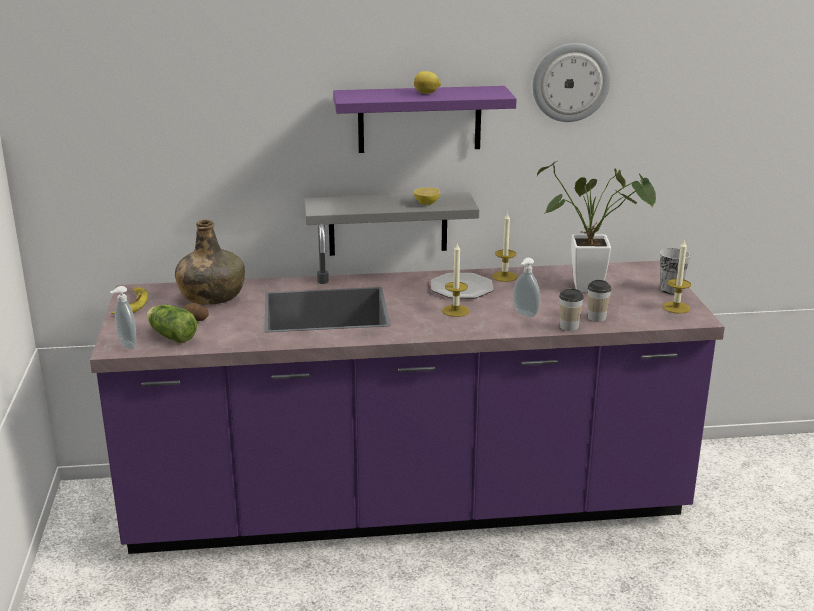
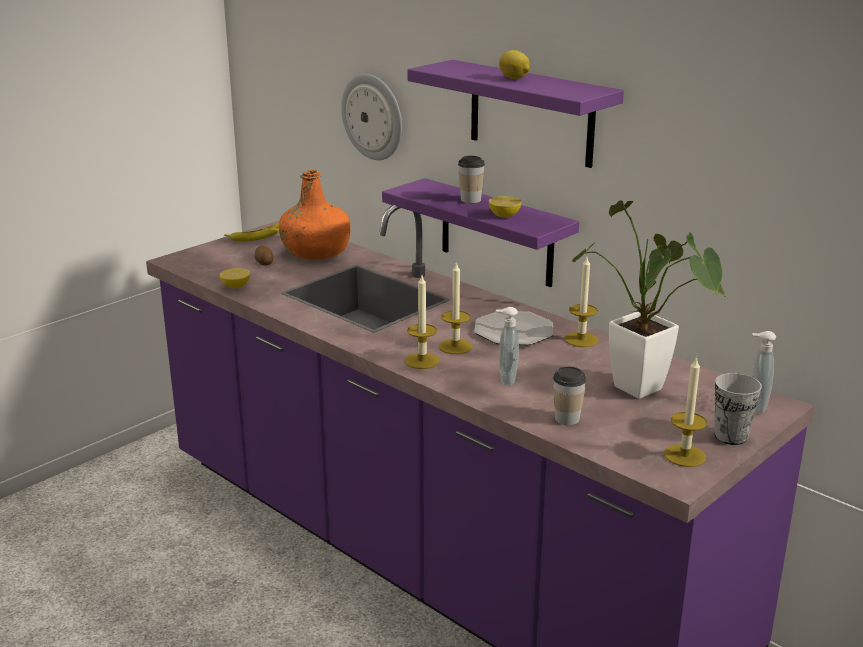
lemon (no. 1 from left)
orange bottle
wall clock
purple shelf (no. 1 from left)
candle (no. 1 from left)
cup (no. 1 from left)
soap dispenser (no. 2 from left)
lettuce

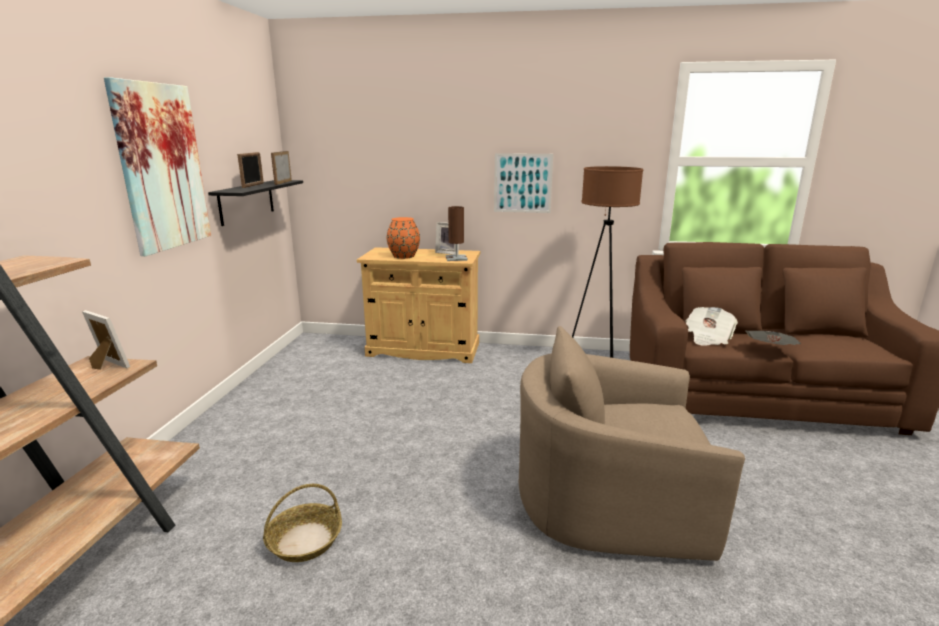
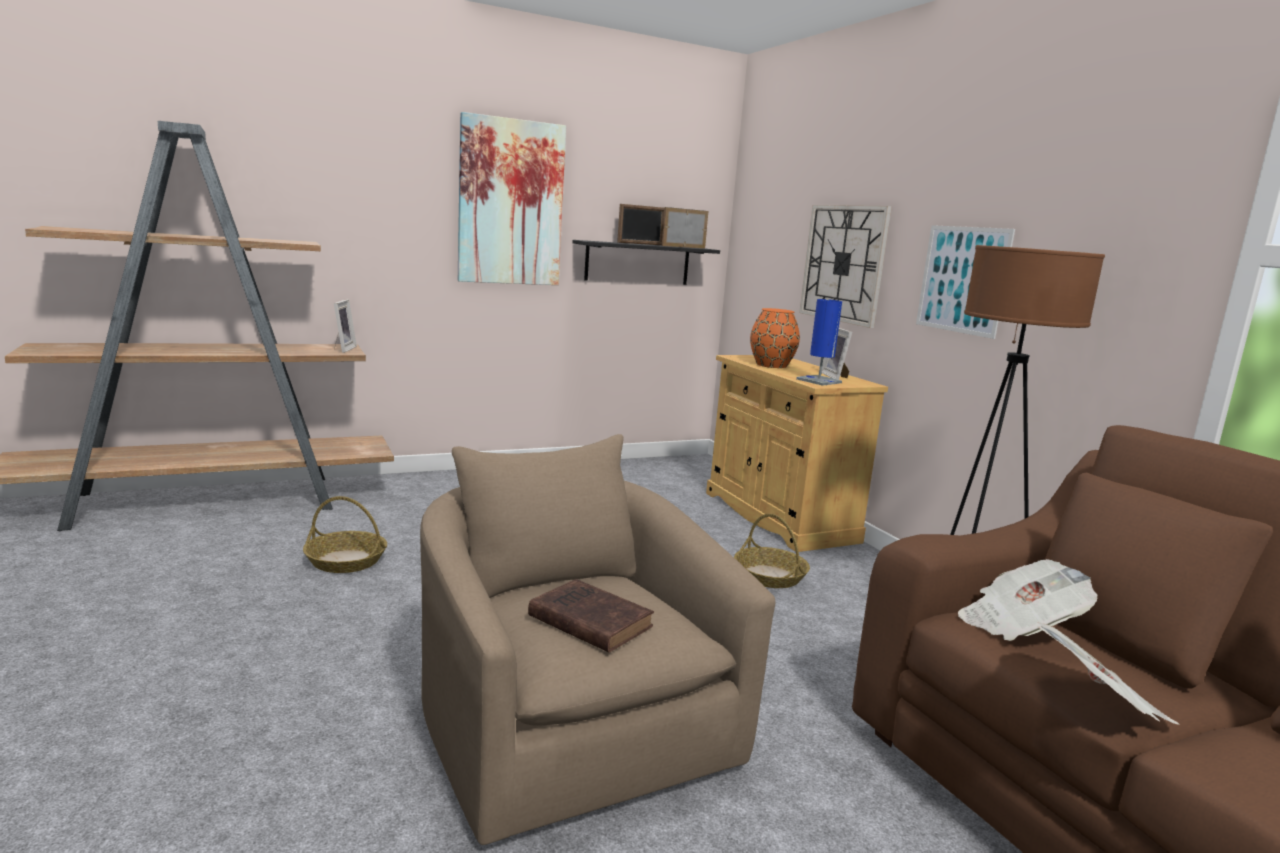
brown book
basket (no. 2 from left)
blue table lamp
wall clock

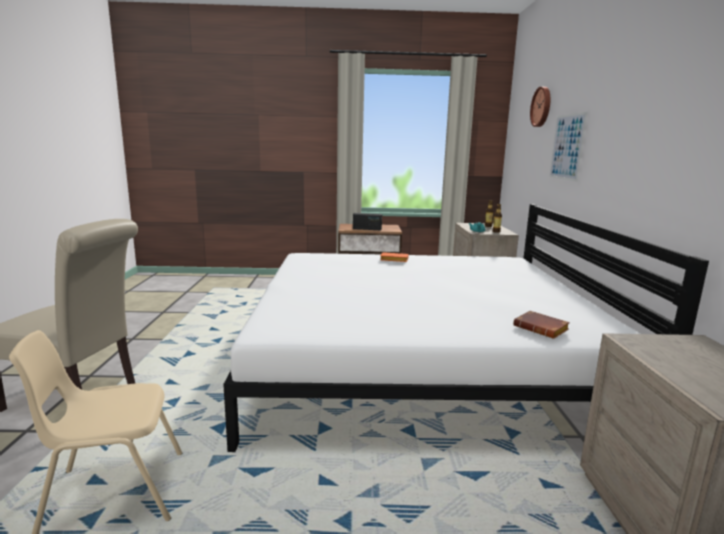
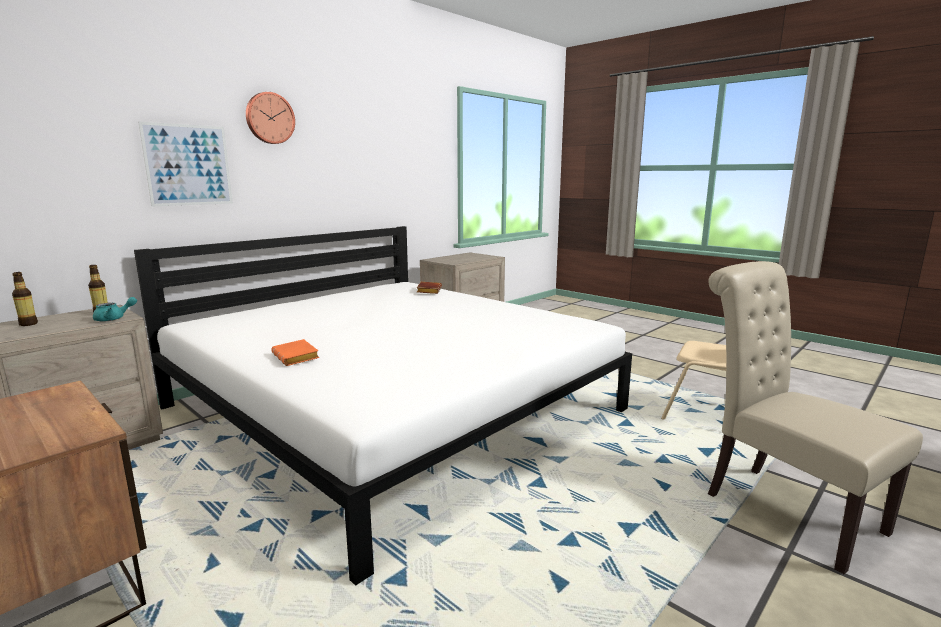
wall clock
radio

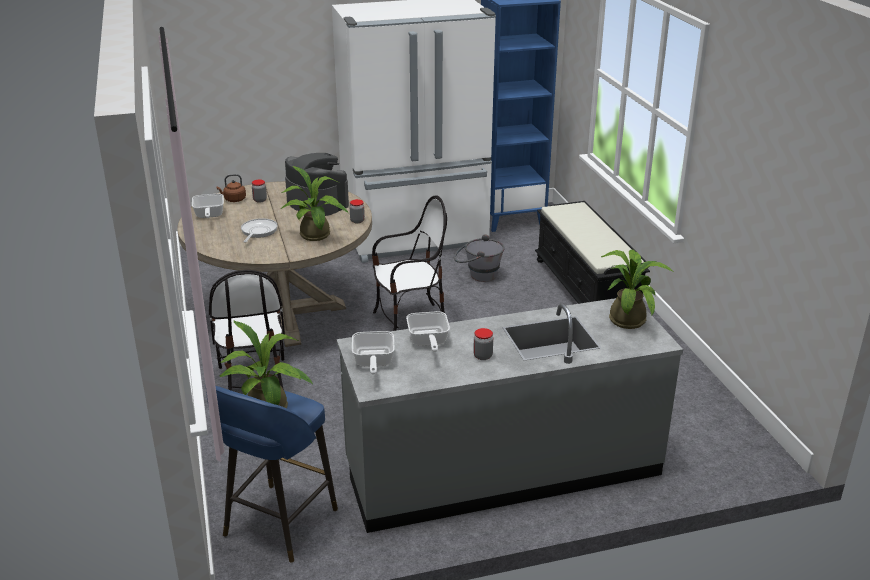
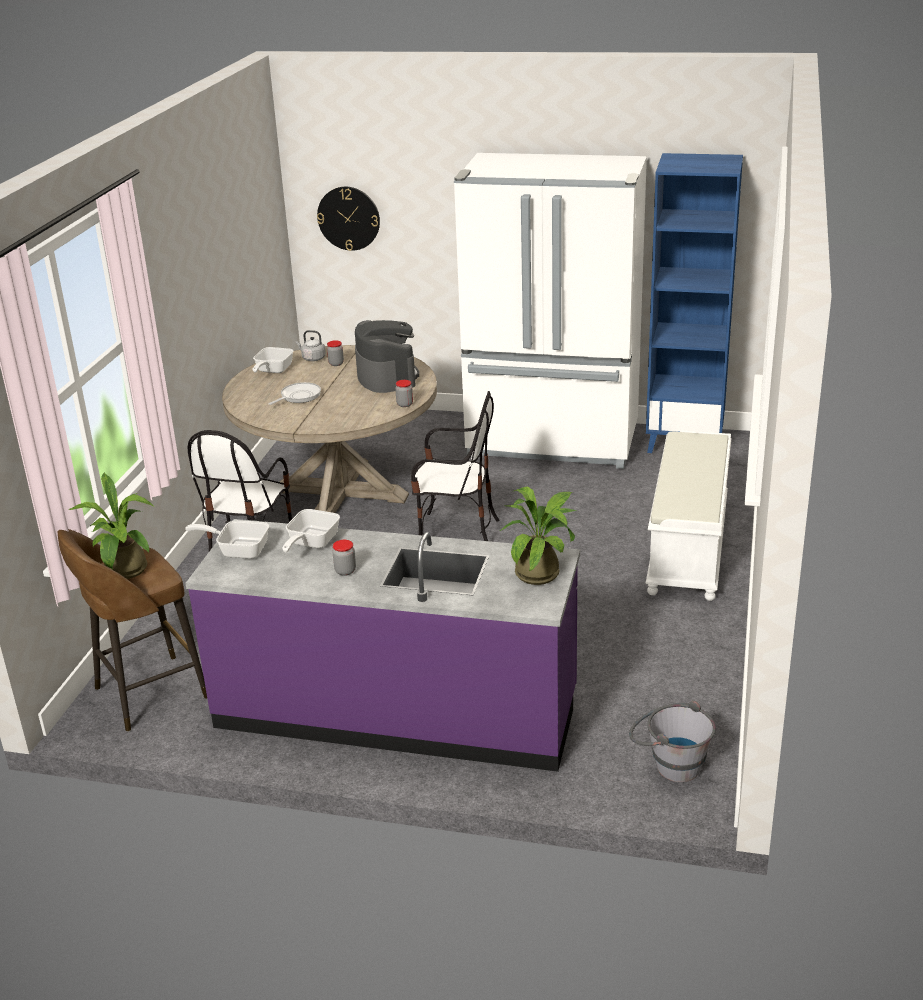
brown stool
frying pan (no. 1 from left)
purple counter
grey kettle
wall clock
grey bucket
white bench
potted plant (no. 2 from left in the first image)

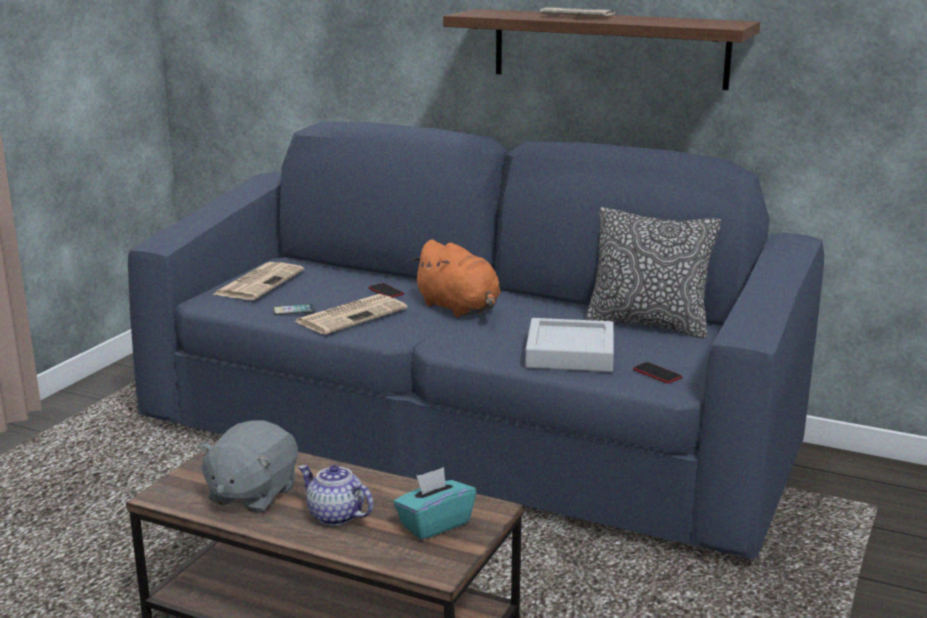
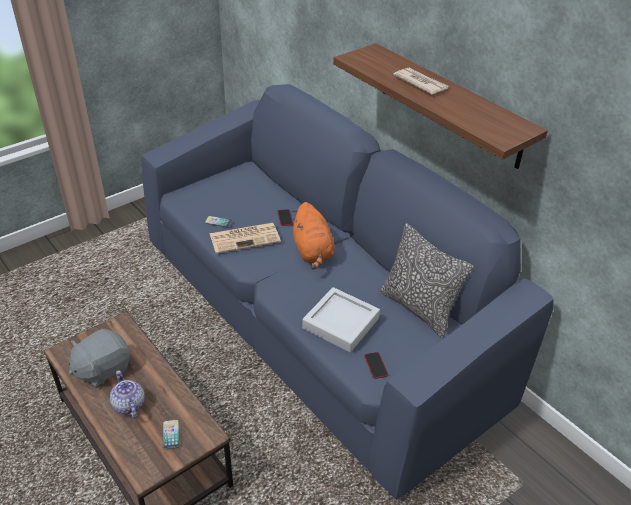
phone (no. 1 from left)
newspaper (no. 1 from left in the first image)

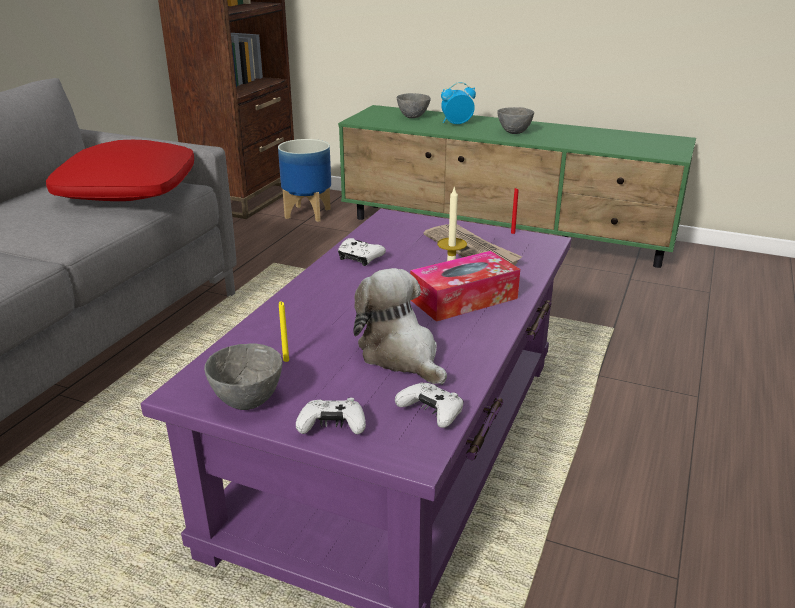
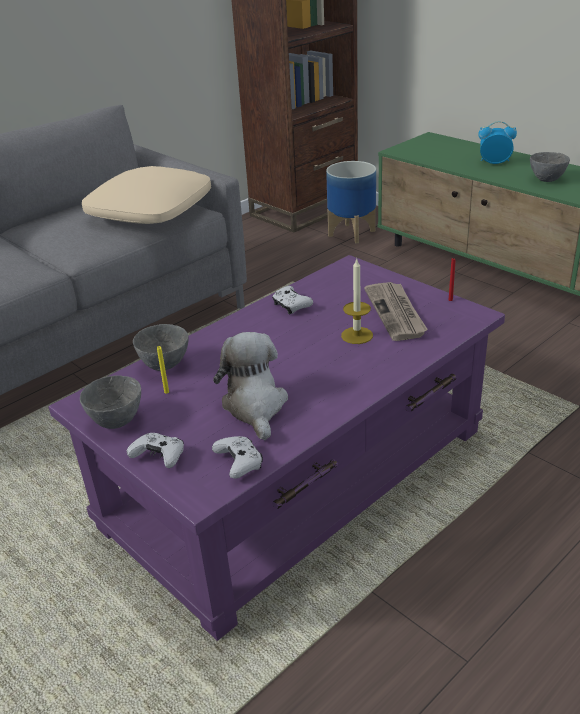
beige pillow
grey bowl (no. 2 from left)
tissue box

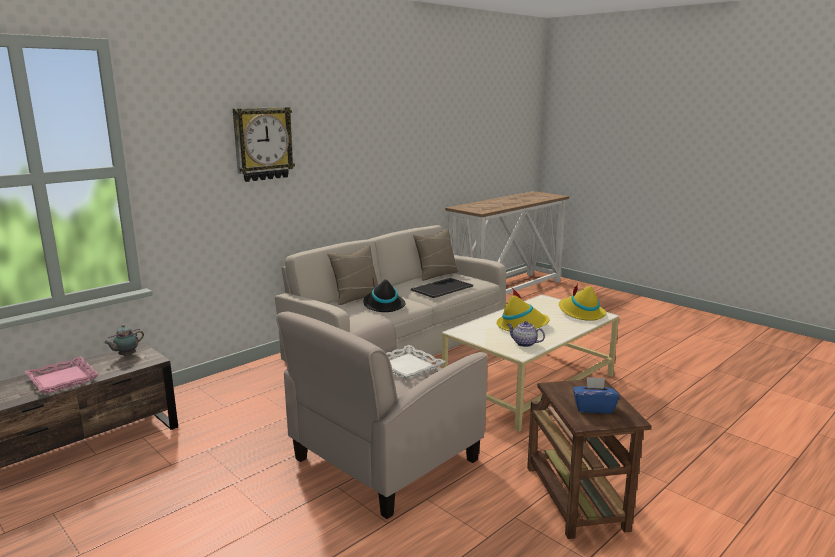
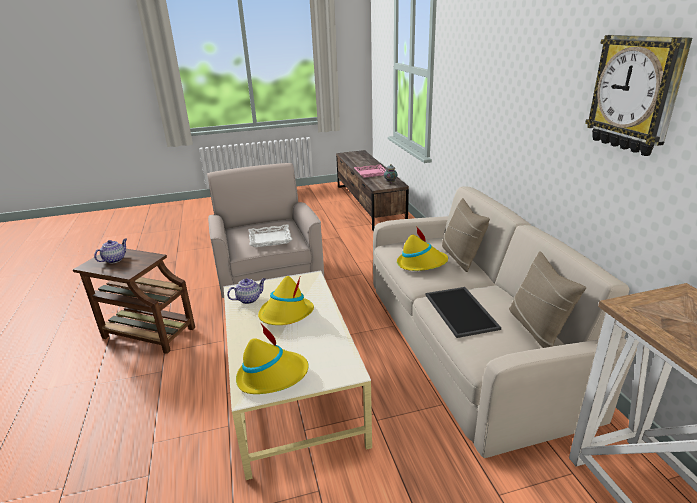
teapot (no. 1 from left)
yellow hat (no. 3 from left)
wall clock

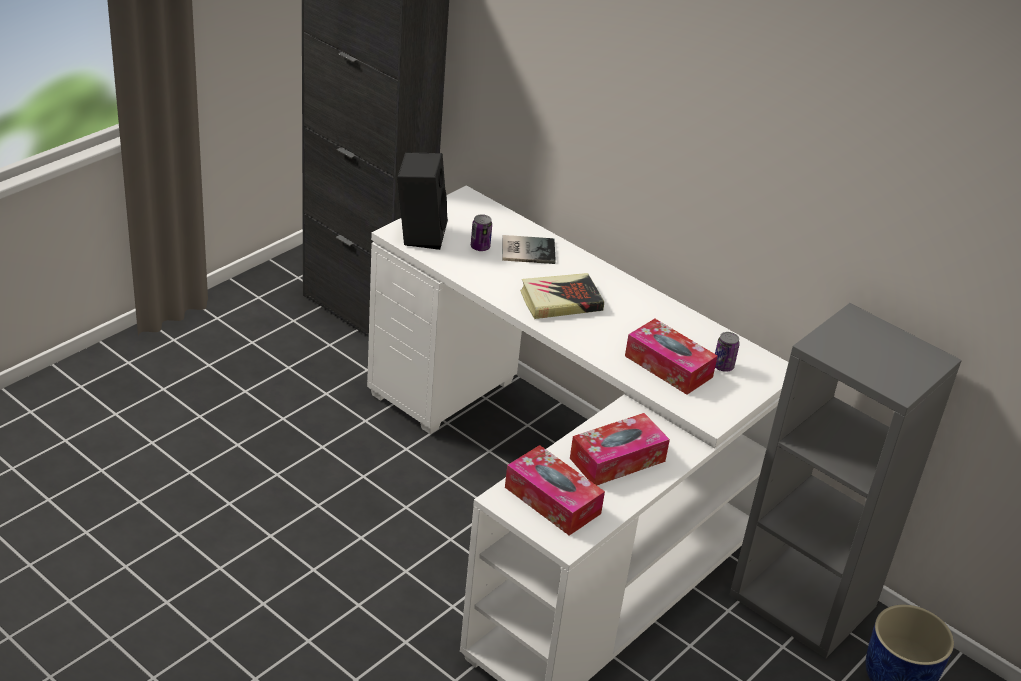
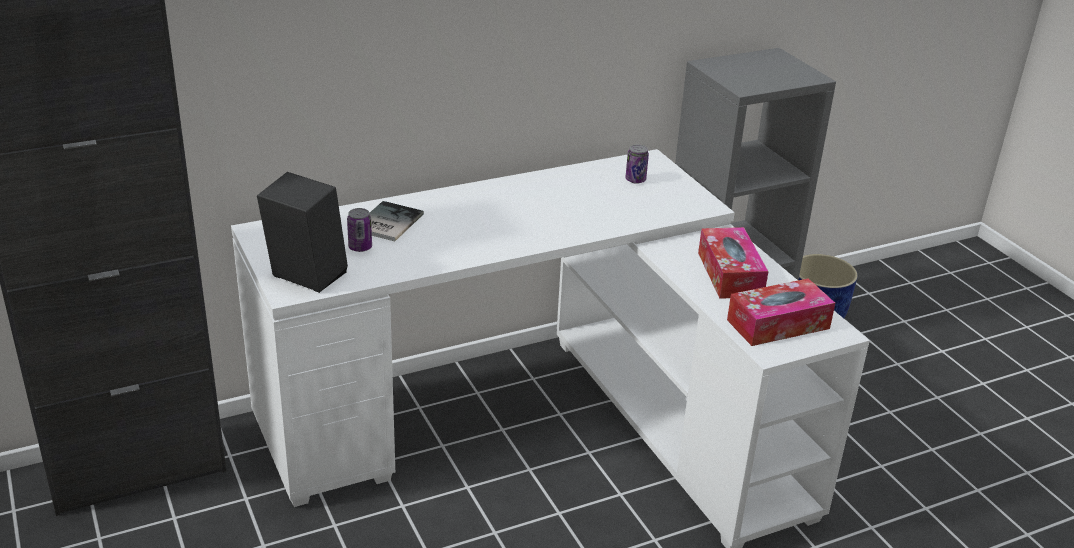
book (no. 2 from left in the first image)
tissue box (no. 3 from left in the first image)

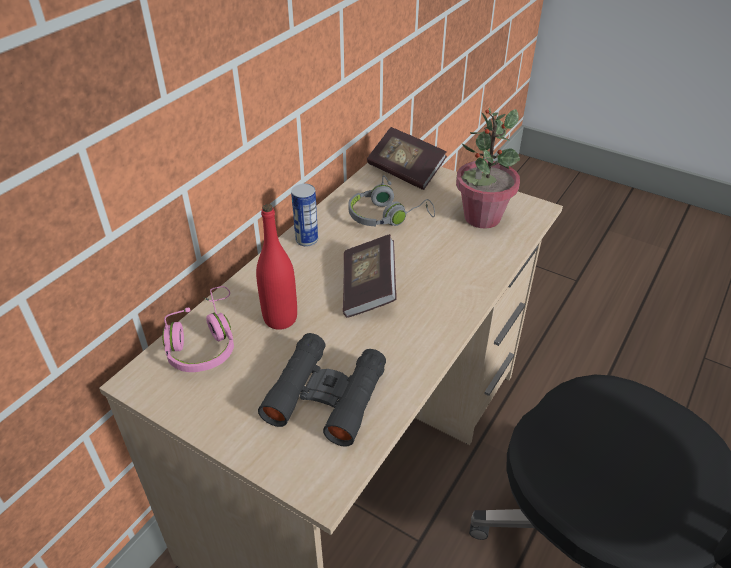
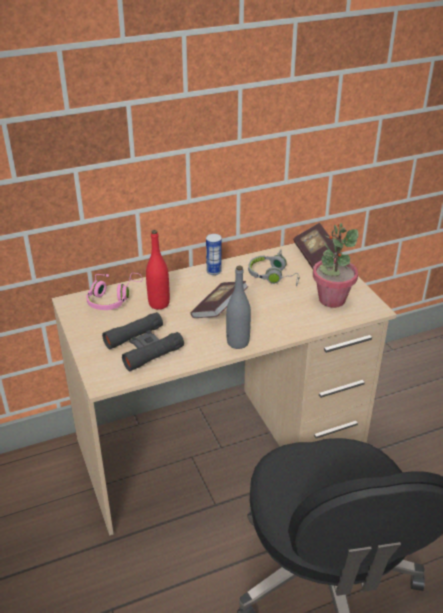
grey bottle

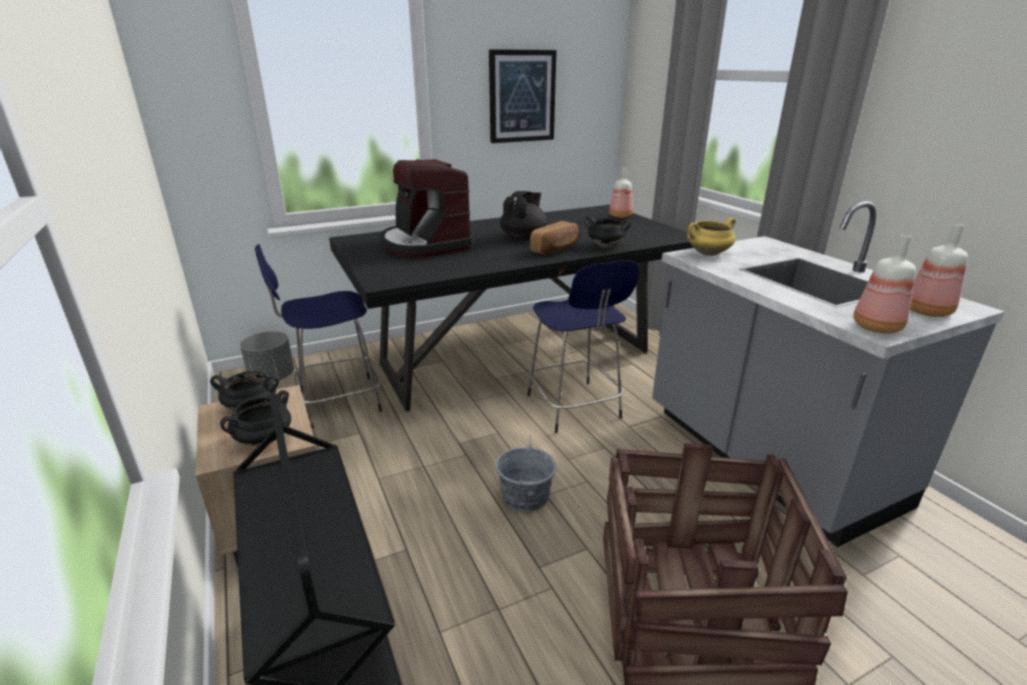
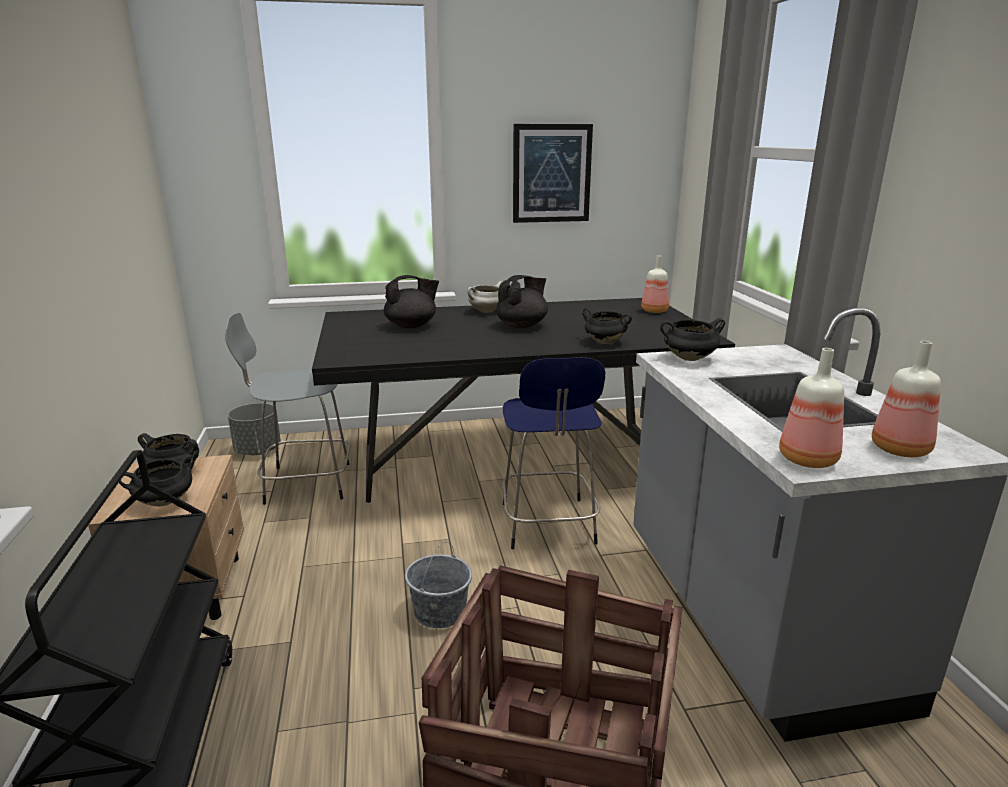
grey stool
black teapot (no. 1 from left)
white cooking pot
black cooking pot (no. 4 from left)
bread

